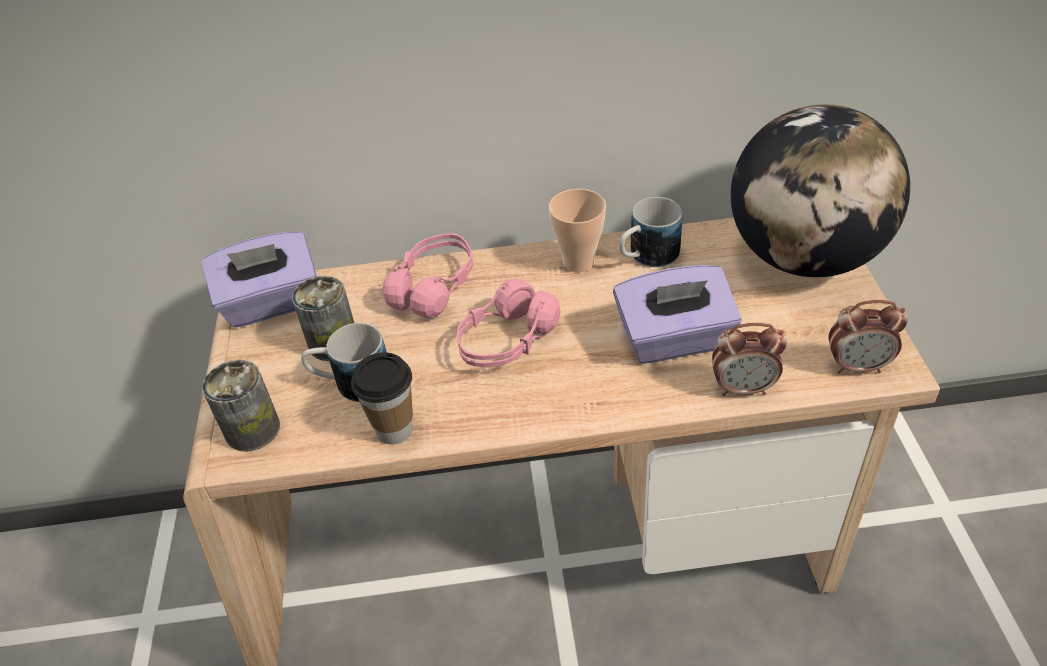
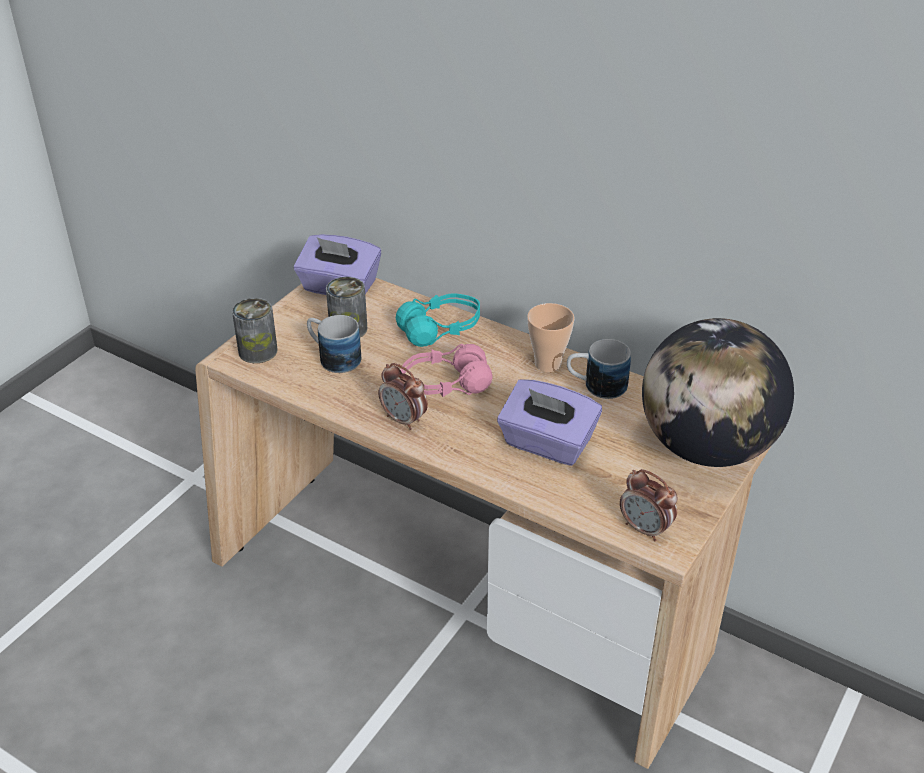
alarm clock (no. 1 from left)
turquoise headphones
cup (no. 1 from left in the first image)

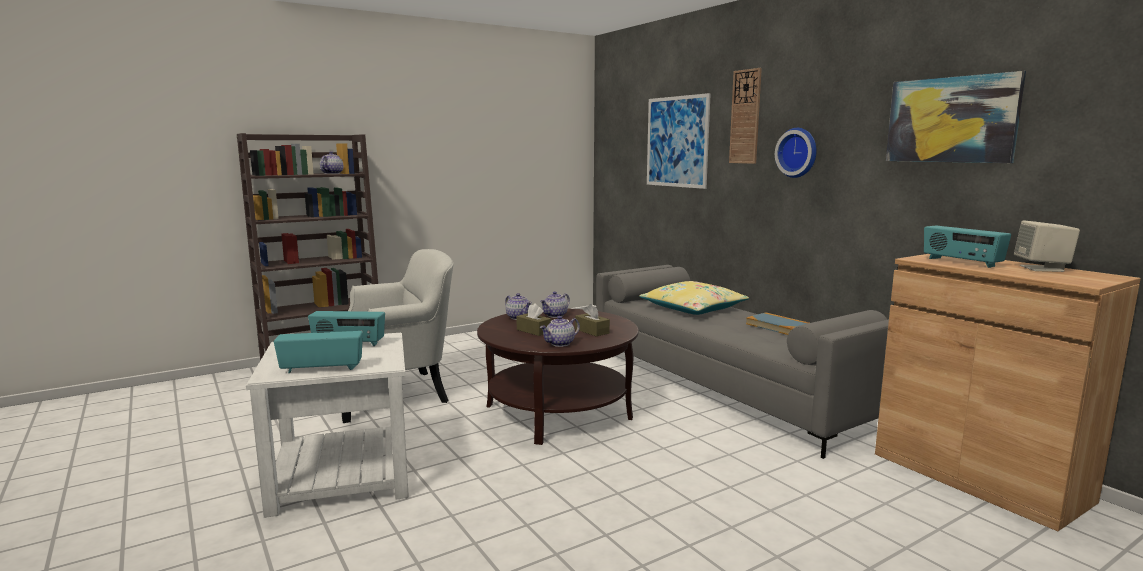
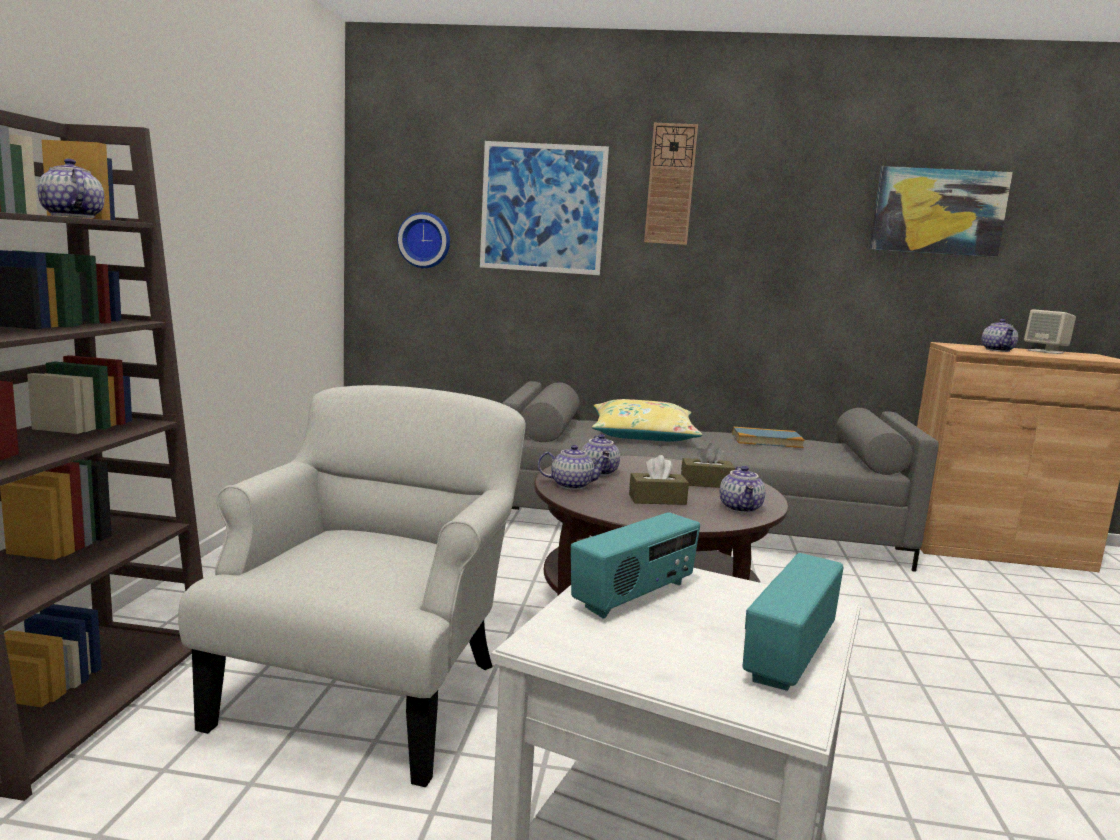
wall clock (no. 1 from left)
teapot (no. 5 from left)

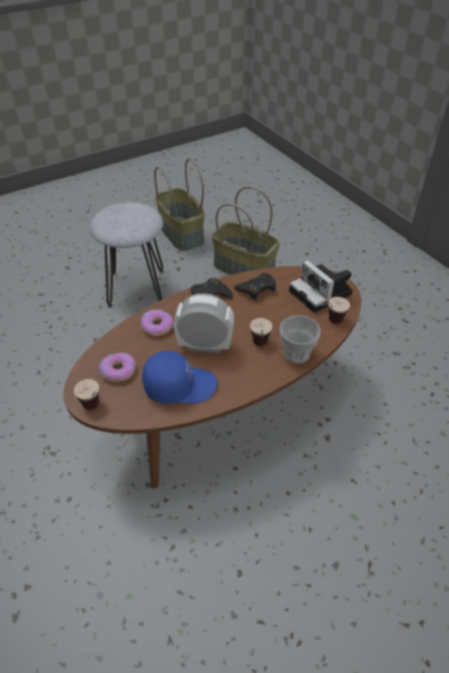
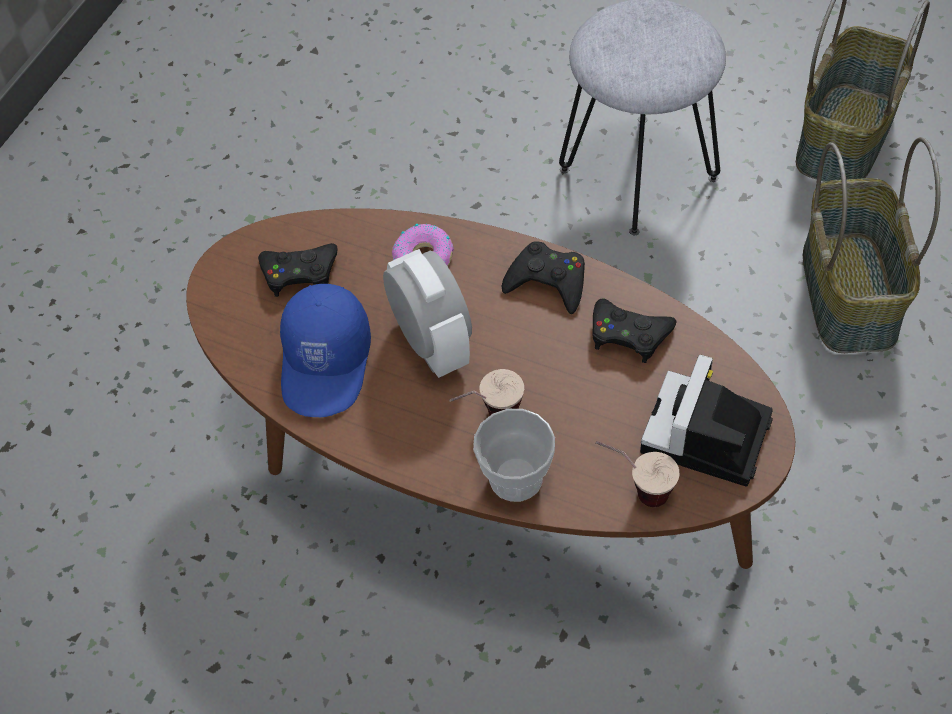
black game controller (no. 1 from left)
blue cap
cup (no. 1 from left in the first image)

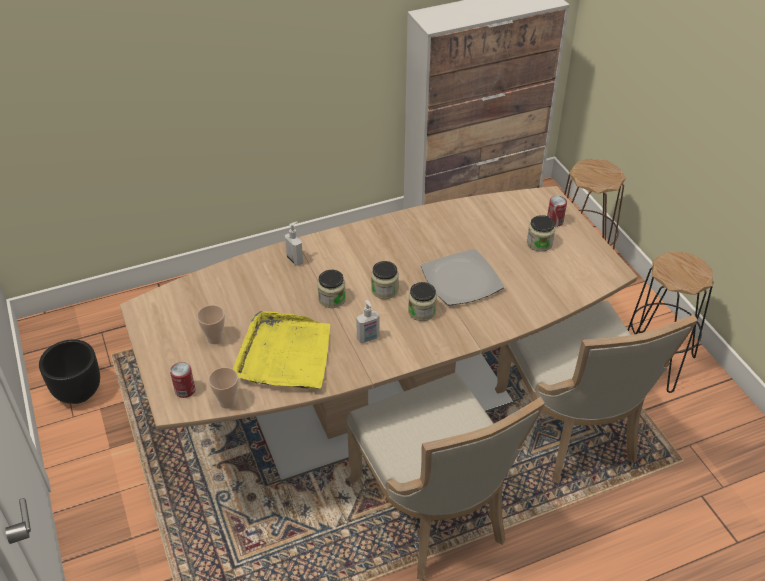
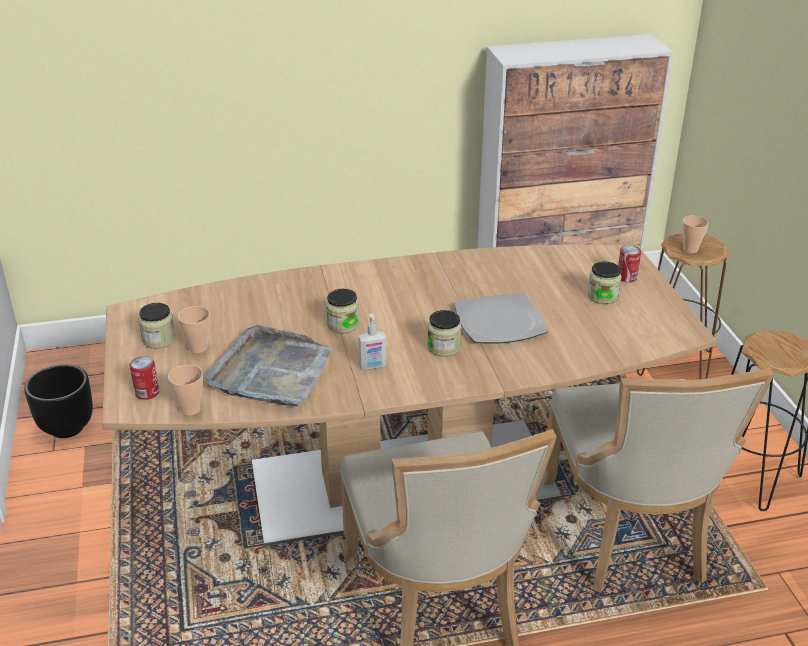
jar (no. 1 from left)
grey tray
cup (no. 3 from left)
soap dispenser (no. 1 from left in the first image)

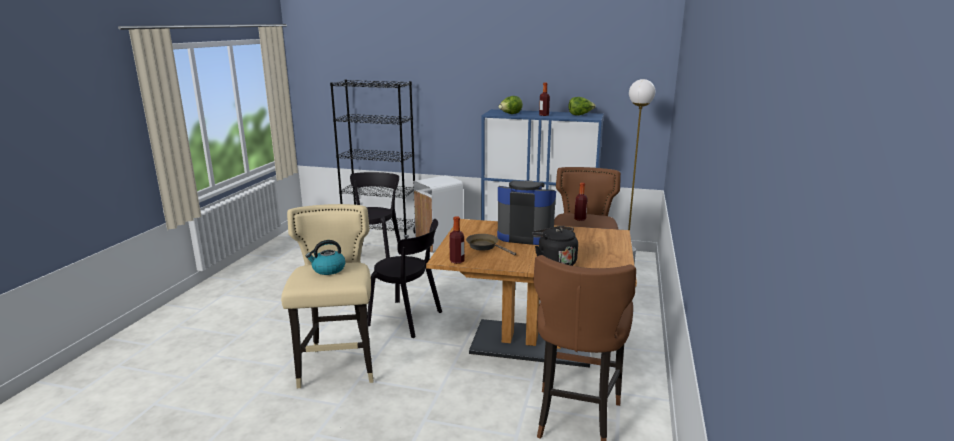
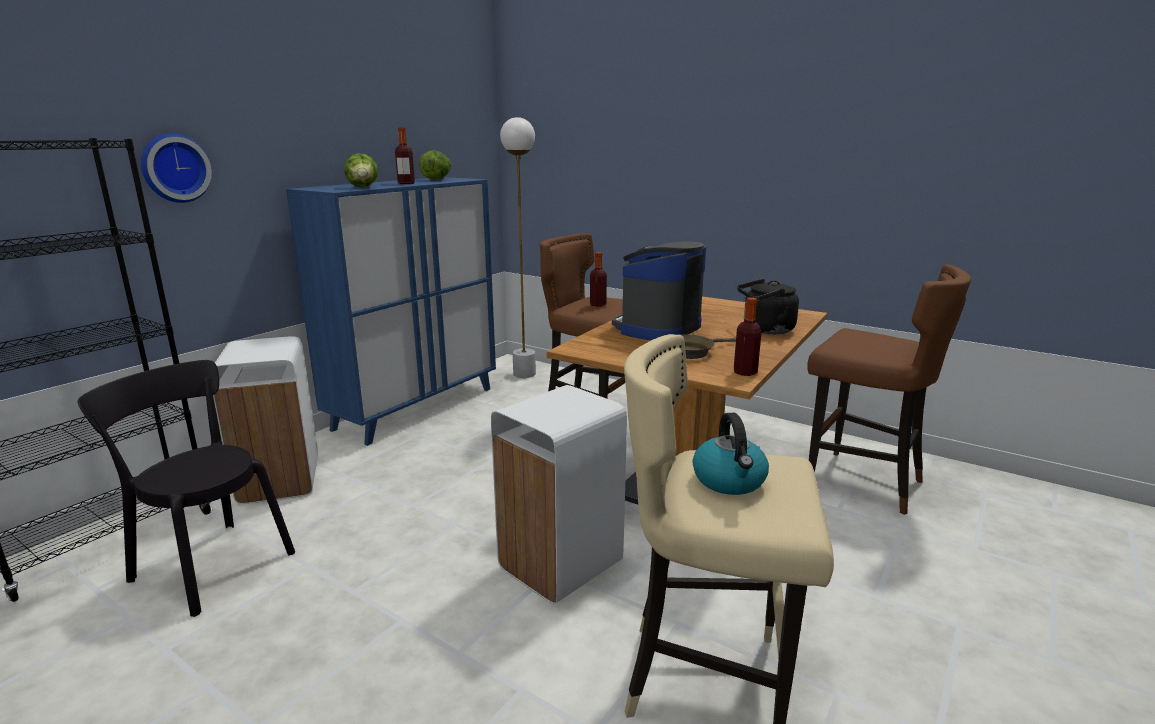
wall clock
white trash can (no. 2 from left)

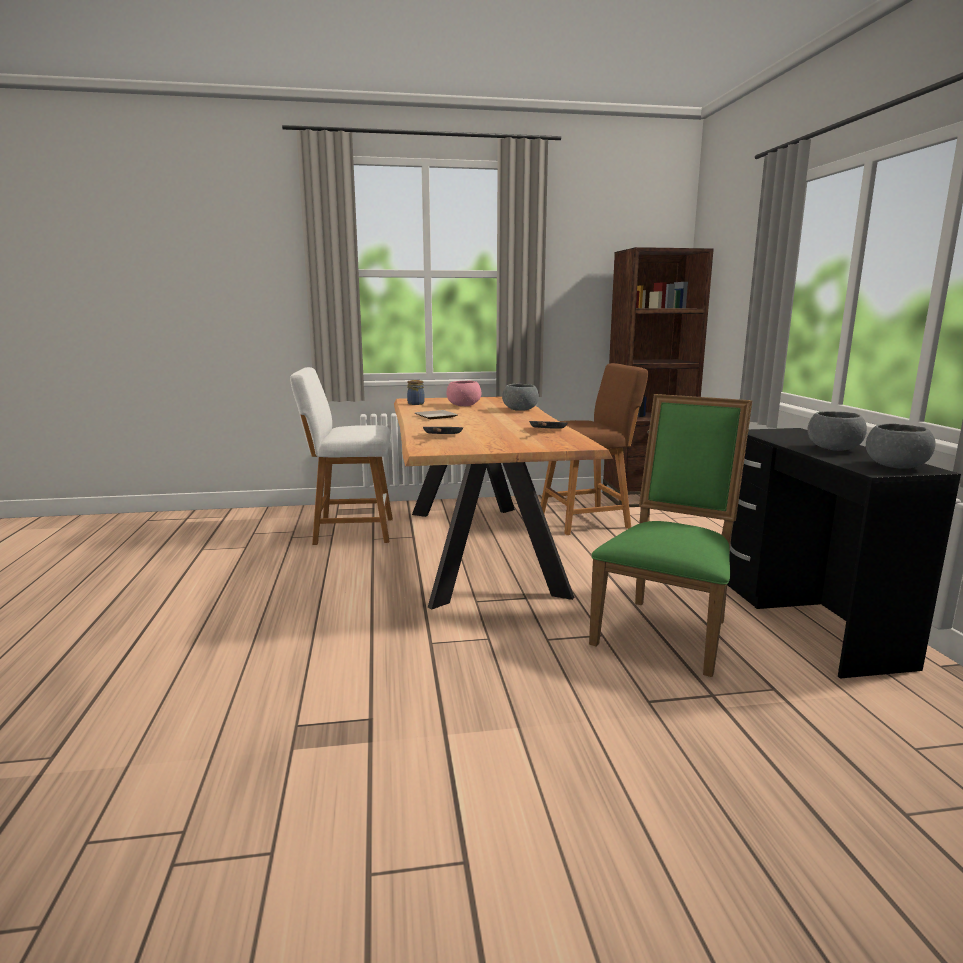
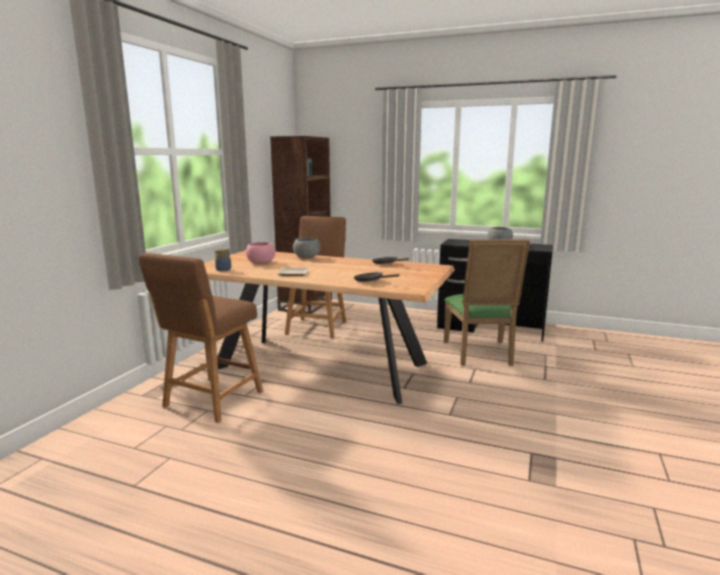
brown stool (no. 1 from left)
green chair
grey bowl (no. 3 from left in the first image)

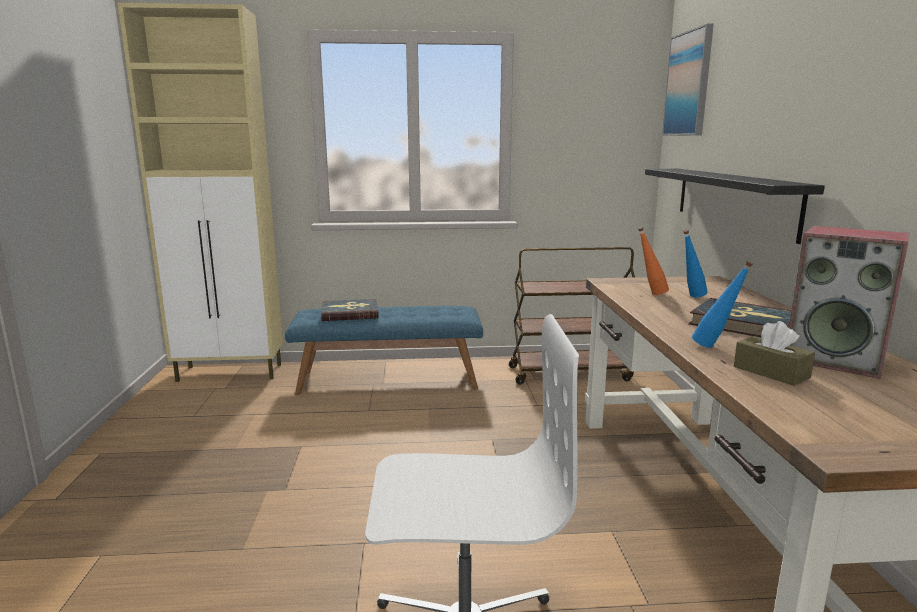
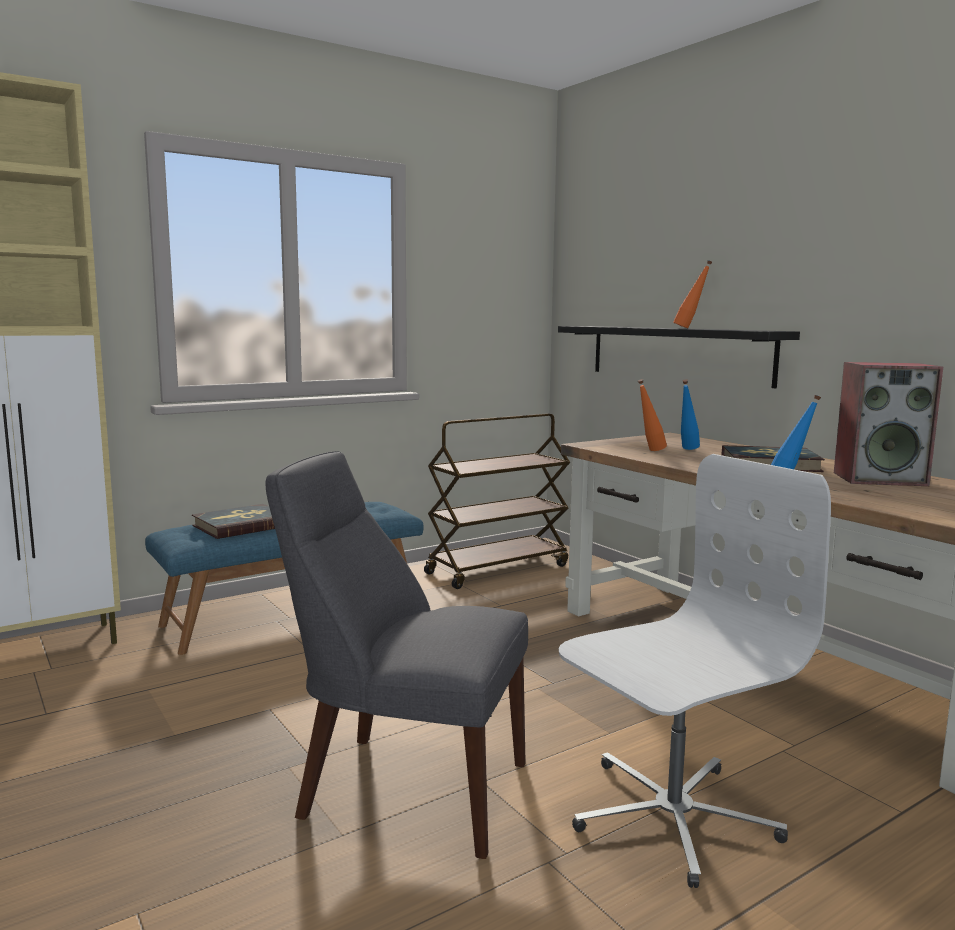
grey chair
orange bottle (no. 2 from left)
picture
brown tissue box

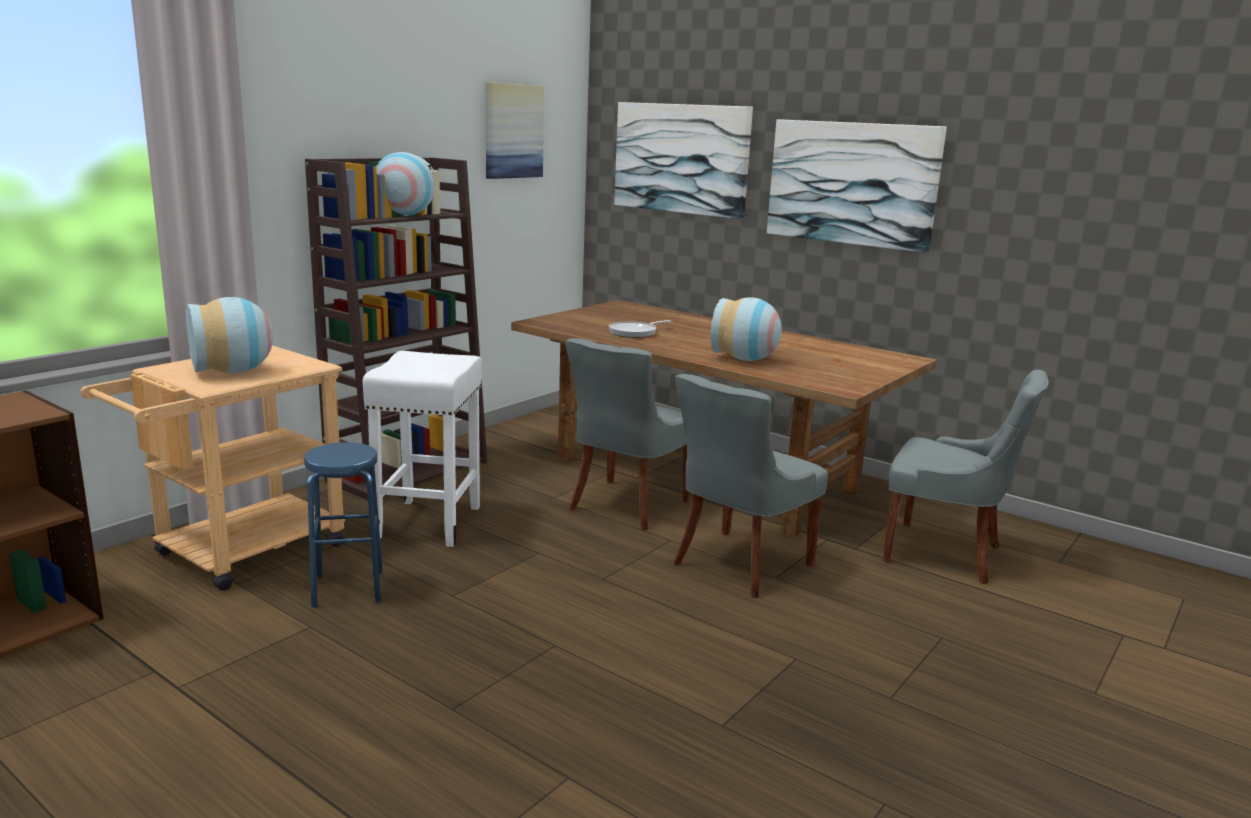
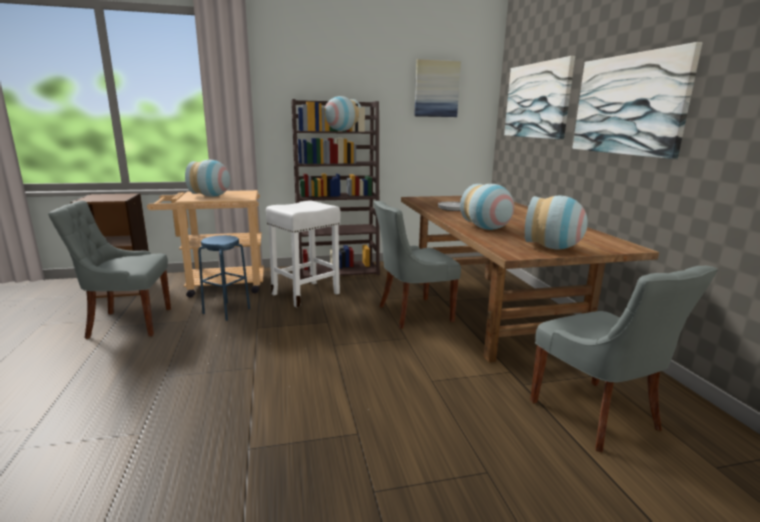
grey chair (no. 1 from left)
vase (no. 4 from left)

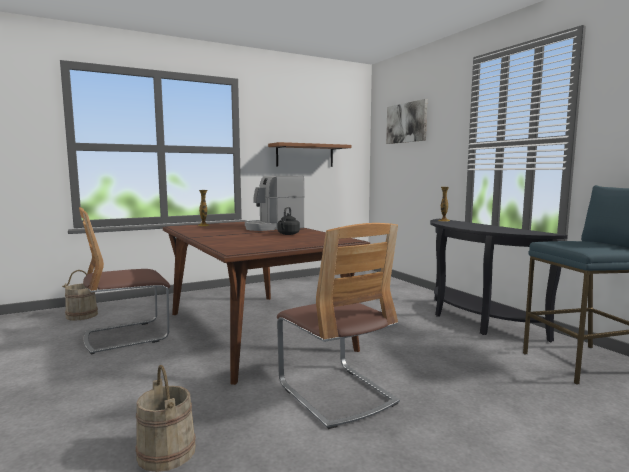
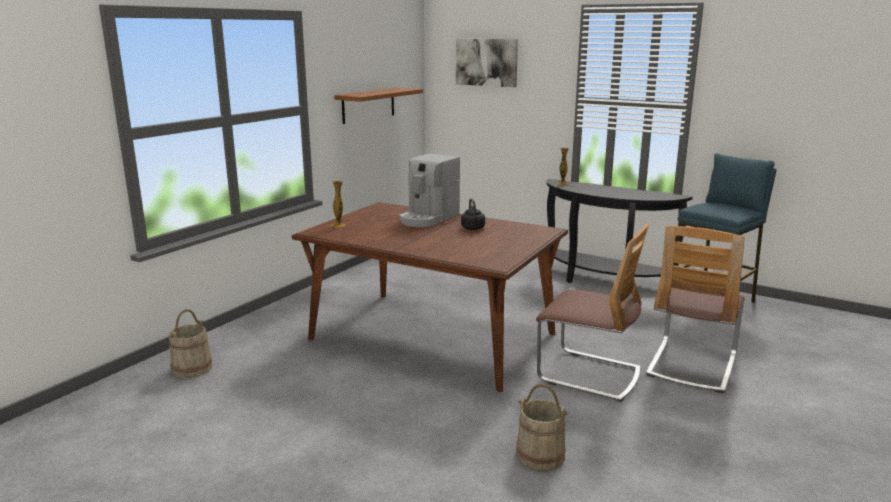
chair (no. 2 from left)

